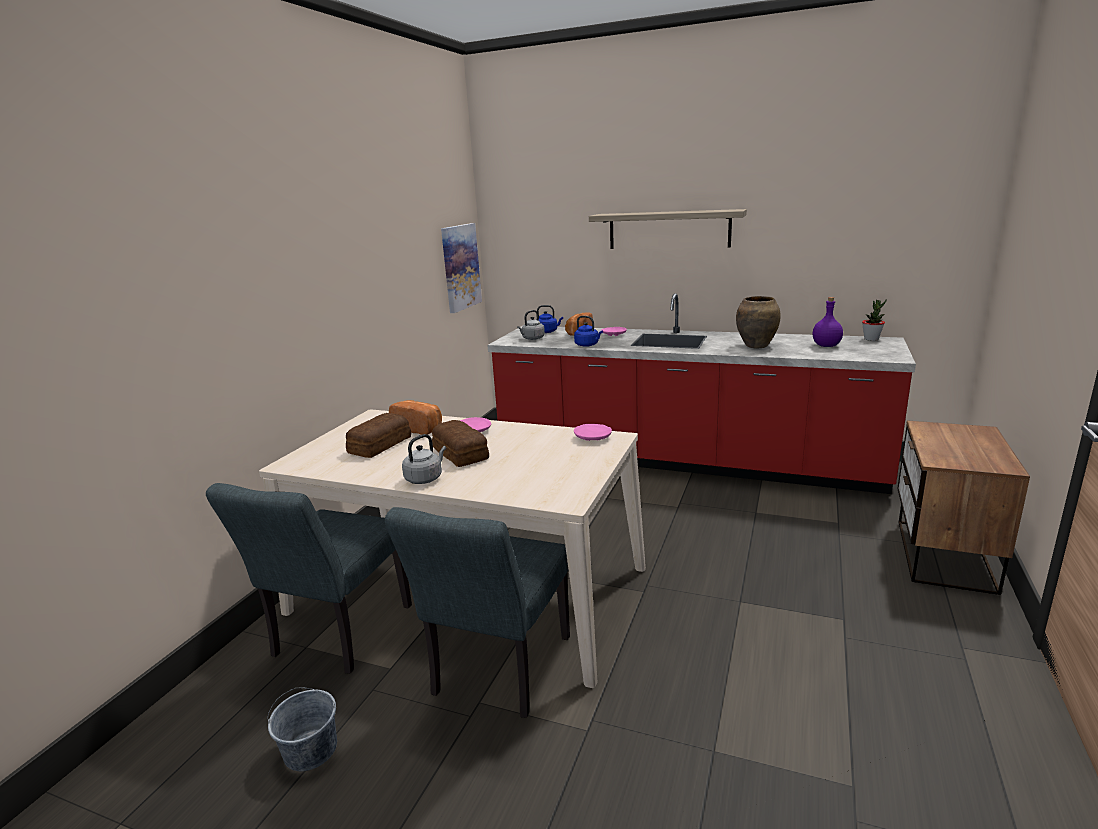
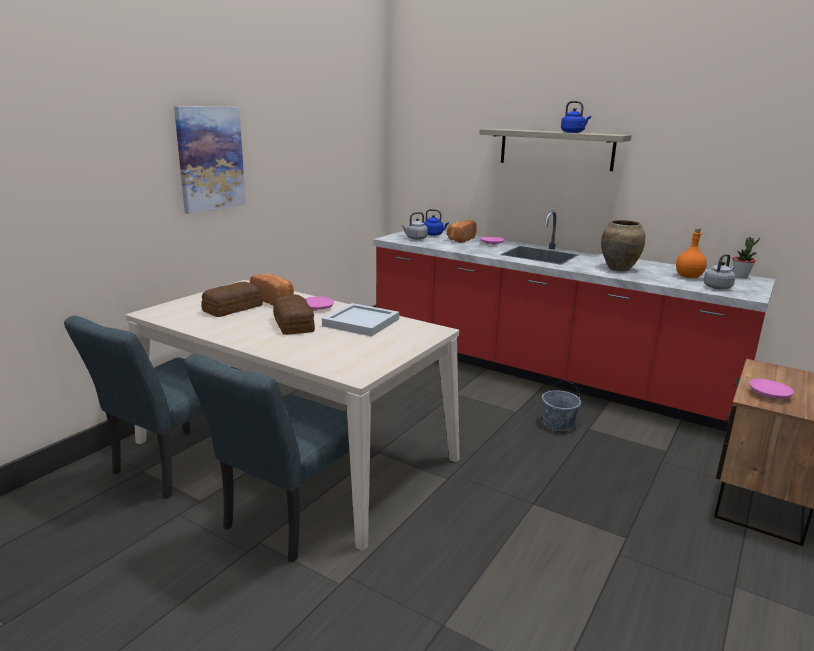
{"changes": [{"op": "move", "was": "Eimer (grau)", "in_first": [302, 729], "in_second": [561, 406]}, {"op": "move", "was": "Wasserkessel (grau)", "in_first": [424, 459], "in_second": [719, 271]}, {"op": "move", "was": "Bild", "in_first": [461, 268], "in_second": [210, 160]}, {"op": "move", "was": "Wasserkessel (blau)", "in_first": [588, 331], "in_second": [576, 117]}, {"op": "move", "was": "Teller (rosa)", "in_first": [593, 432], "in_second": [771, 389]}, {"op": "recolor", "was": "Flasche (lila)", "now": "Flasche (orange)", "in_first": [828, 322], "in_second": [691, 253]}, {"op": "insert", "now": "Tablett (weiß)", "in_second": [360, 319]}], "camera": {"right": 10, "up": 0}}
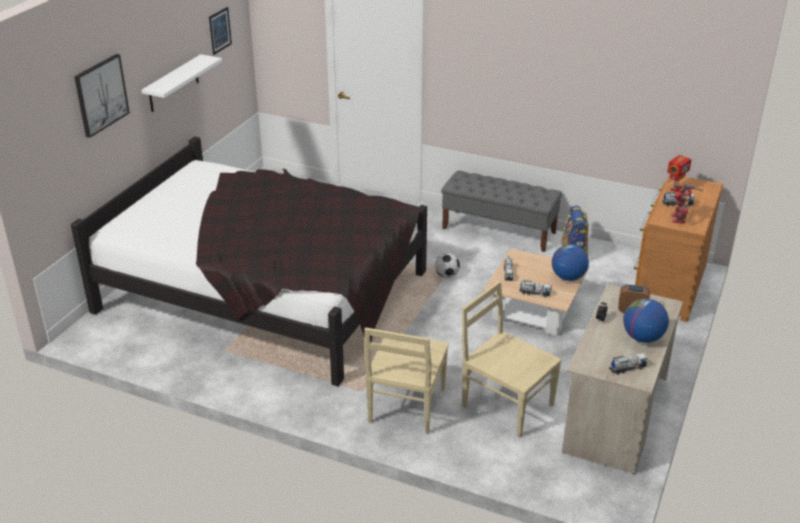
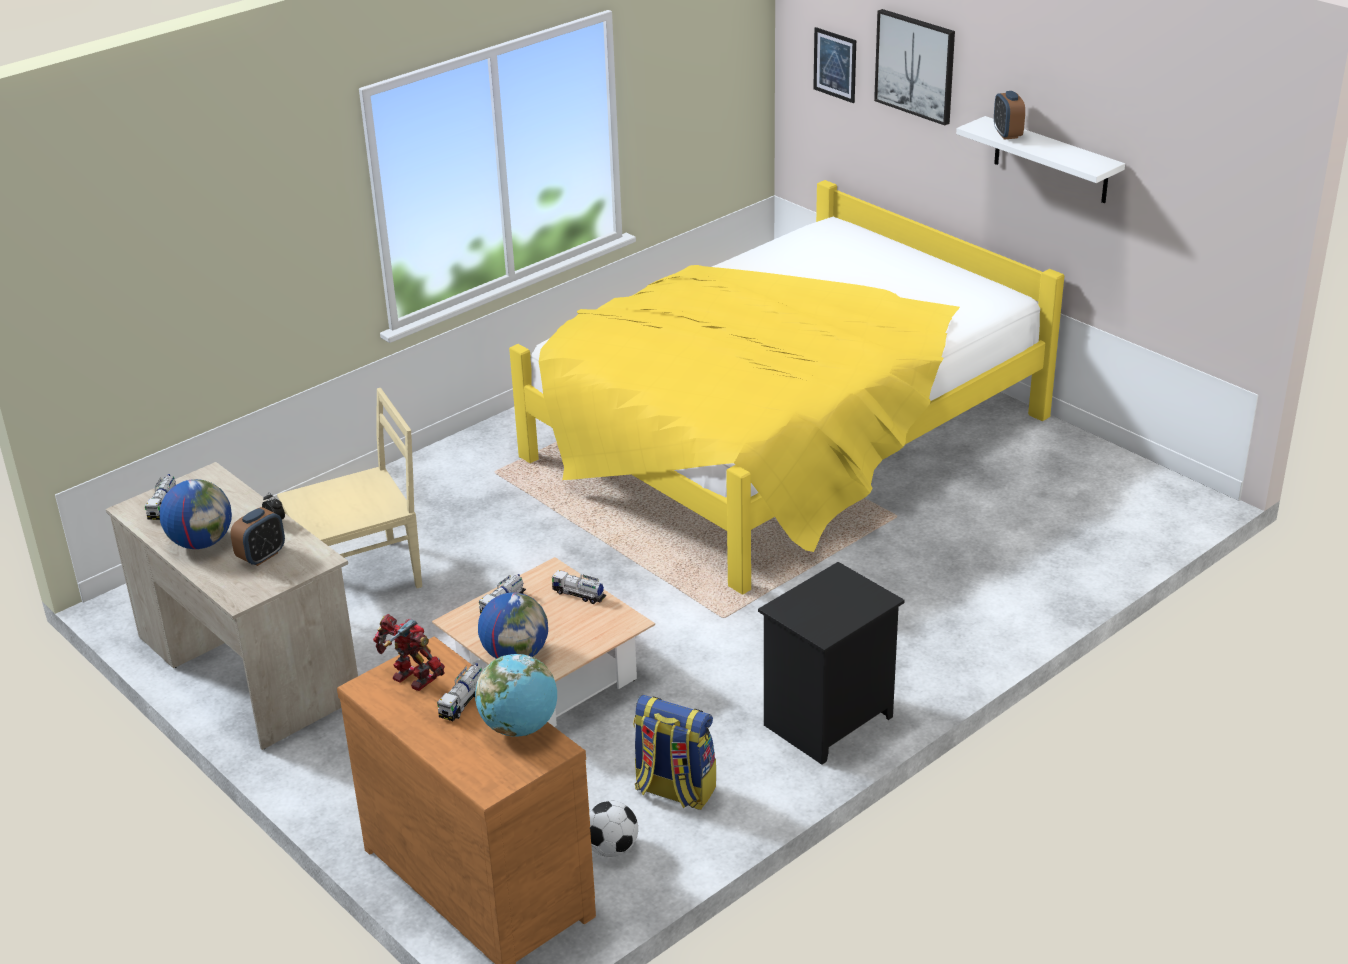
{"changes": [{"op": "recolor", "was": "Bett (schwarz)", "now": "Bett (gelb)", "in_first": [249, 261], "in_second": [786, 387]}, {"op": "move", "was": "Bild", "in_first": [220, 31], "in_second": [834, 65]}, {"op": "delete", "was": "Stuhl (beige)", "in_first": [406, 381]}, {"op": "move", "was": "Fußball", "in_first": [447, 265], "in_second": [613, 829]}, {"op": "replace", "was": "Bank (grau)", "now": "Nachttisch (schwarz)", "in_first": [501, 211], "in_second": [831, 663]}, {"op": "replace", "was": "Spielzeugroboter", "now": "Globus", "in_first": [679, 173], "in_second": [516, 695]}, {"op": "insert", "now": "Wecker", "in_second": [1009, 115]}], "camera": {"right": 115, "up": 0}}
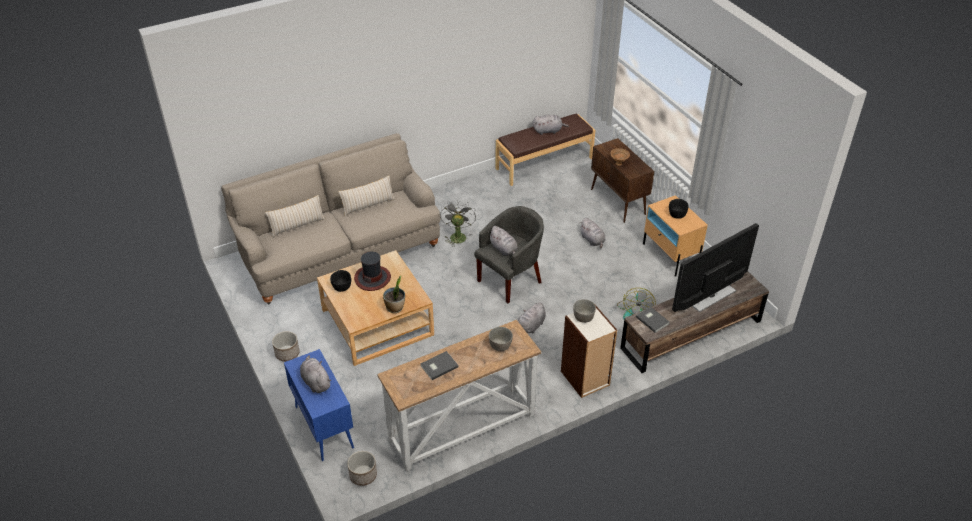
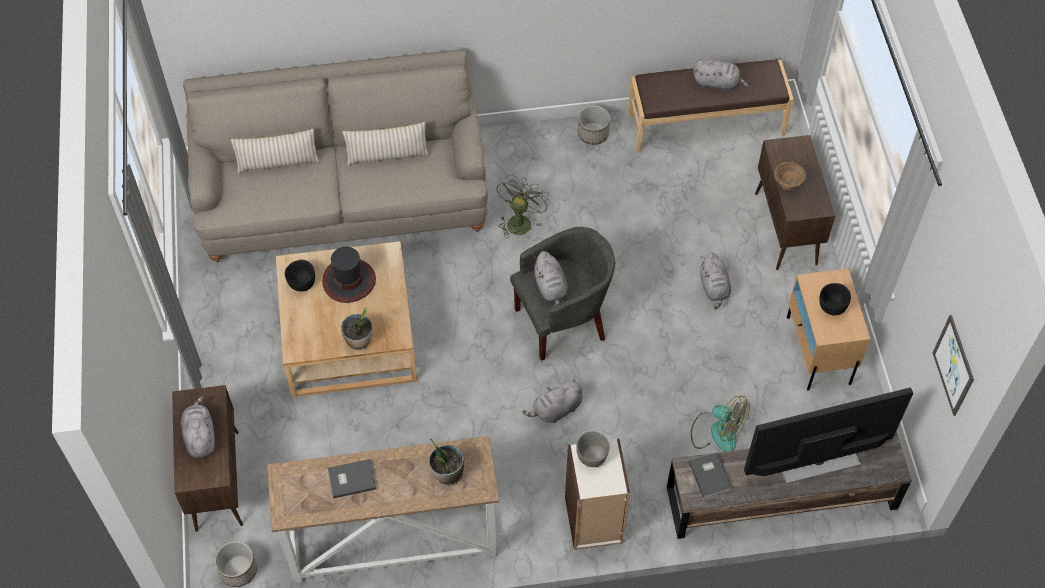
{"changes": [{"op": "move", "was": "Pflanzkübel", "in_first": [286, 346], "in_second": [594, 125]}, {"op": "recolor", "was": "Schrank (blau)", "now": "Schrank (braun)", "in_first": [319, 405], "in_second": [207, 458]}, {"op": "replace", "was": "Schüssel (grau)", "now": "Topfpflanze", "in_first": [501, 339], "in_second": [446, 462]}, {"op": "rotate", "was": "Ventilator", "in_first": [636, 303], "in_second": [720, 424], "clockwise": -90}, {"op": "insert", "now": "Bild", "in_second": [953, 365]}], "camera": {"right": 20, "up": 15}}
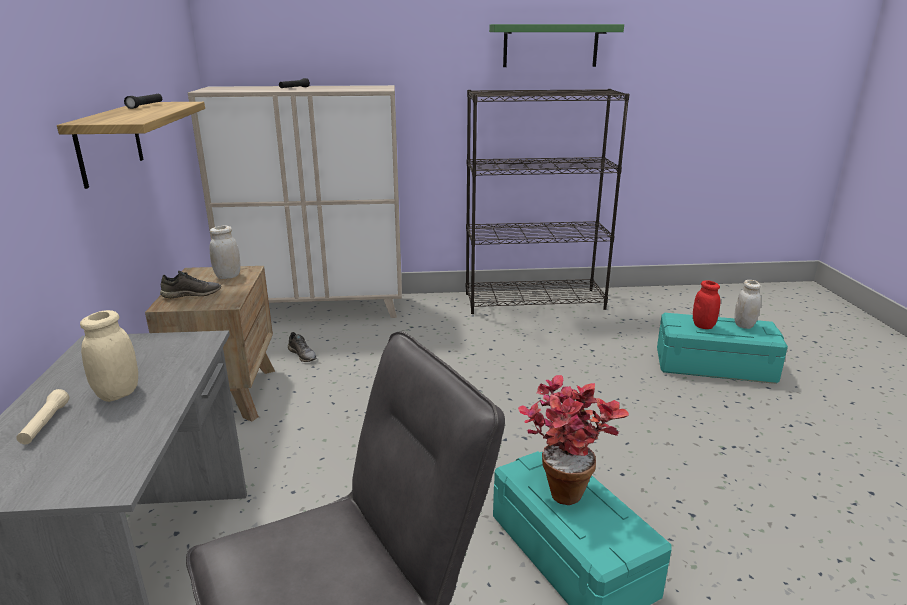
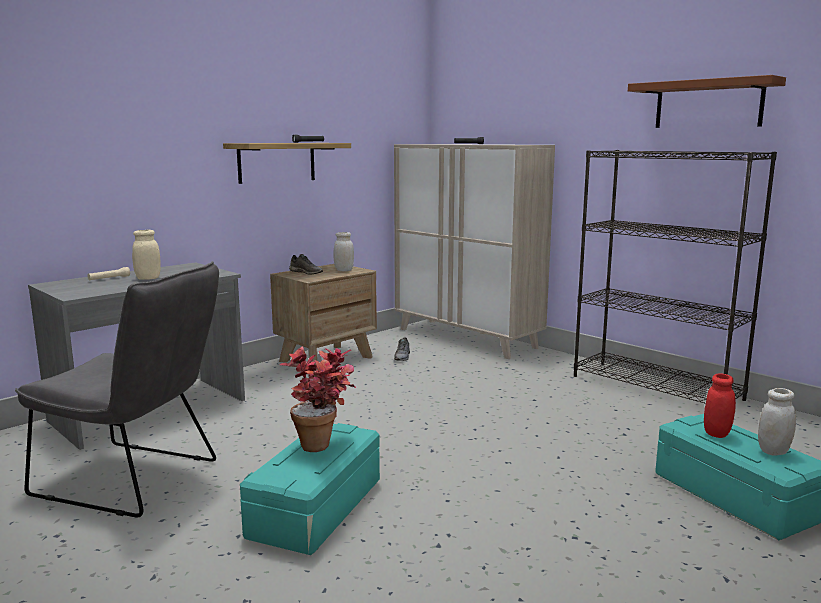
{"changes": [{"op": "recolor", "was": "Wandregal (grün)", "now": "Wandregal (braun)", "in_first": [556, 45], "in_second": [707, 101]}], "camera": {"right": 50, "up": -10}}
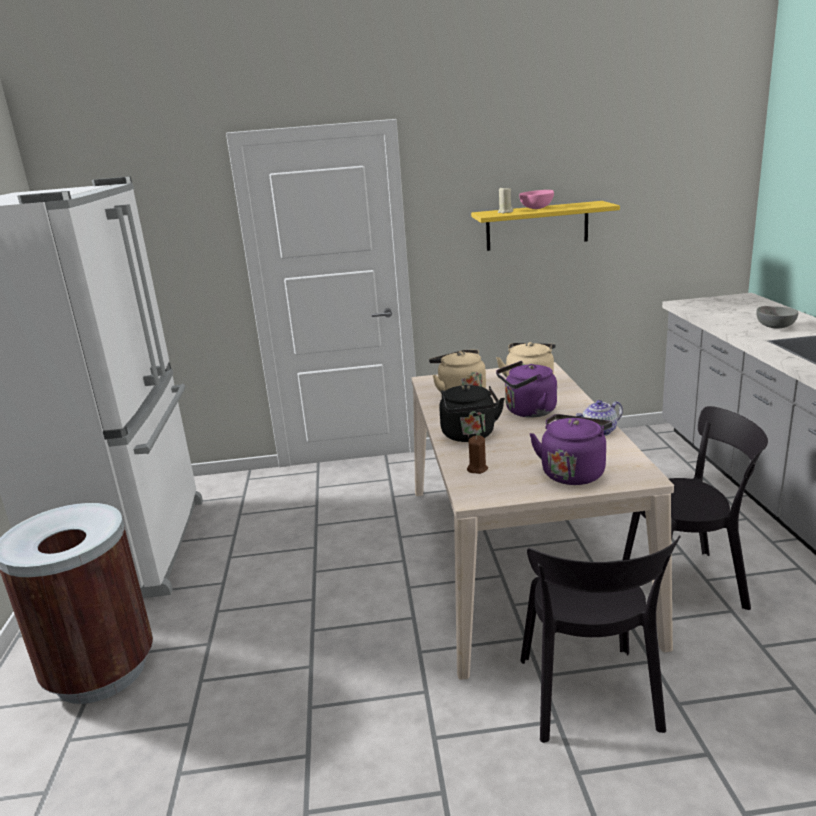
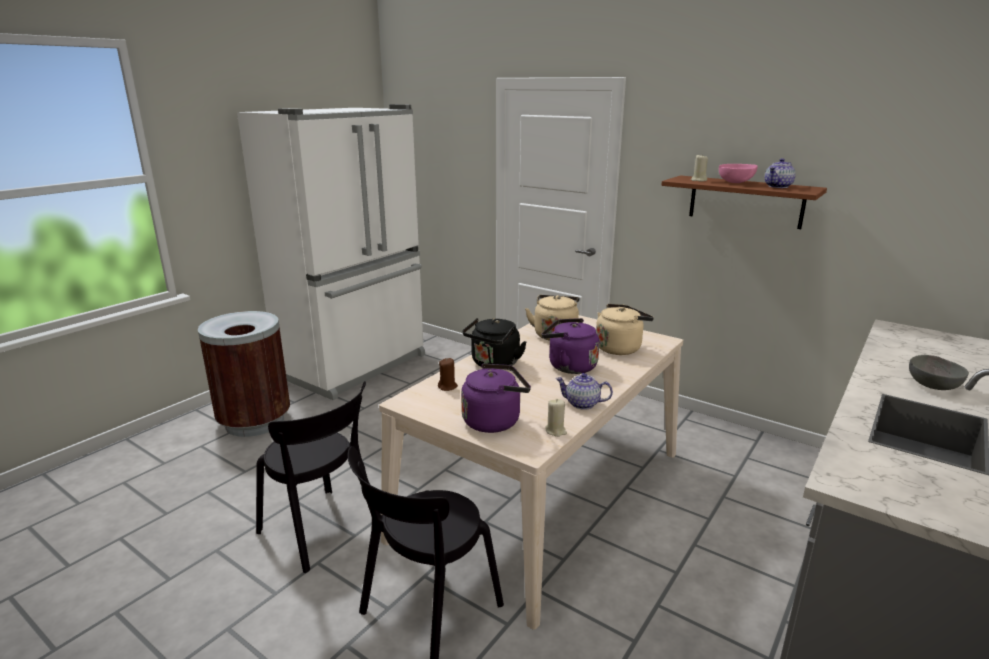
{"changes": [{"op": "recolor", "was": "Wandregal (gelb)", "now": "Wandregal (braun)", "in_first": [545, 226], "in_second": [744, 202]}, {"op": "move", "was": "Stuhl (schwarz)", "in_first": [695, 508], "in_second": [313, 477]}, {"op": "insert", "now": "Kerze (beige)", "in_second": [556, 418]}, {"op": "insert", "now": "Teekanne", "in_second": [780, 173]}], "camera": {"right": 40, "up": 0}}
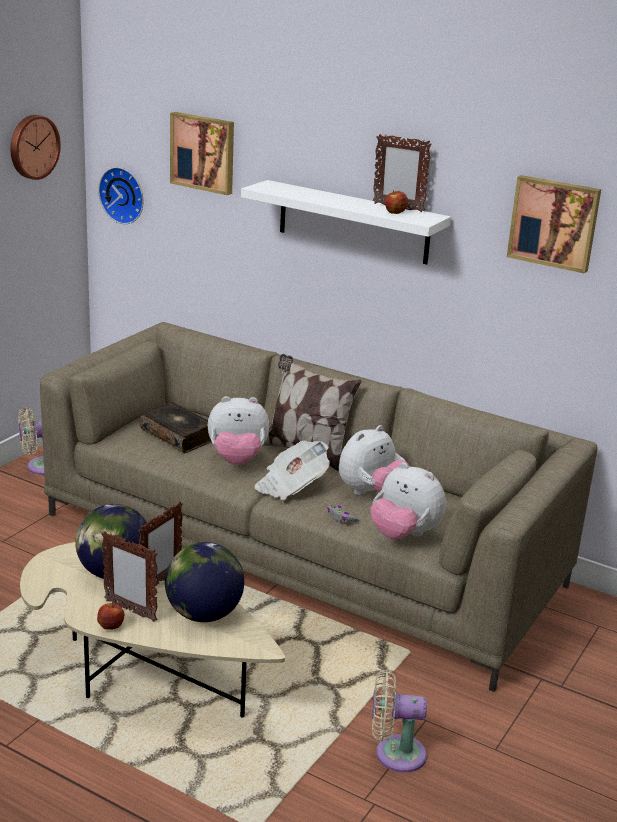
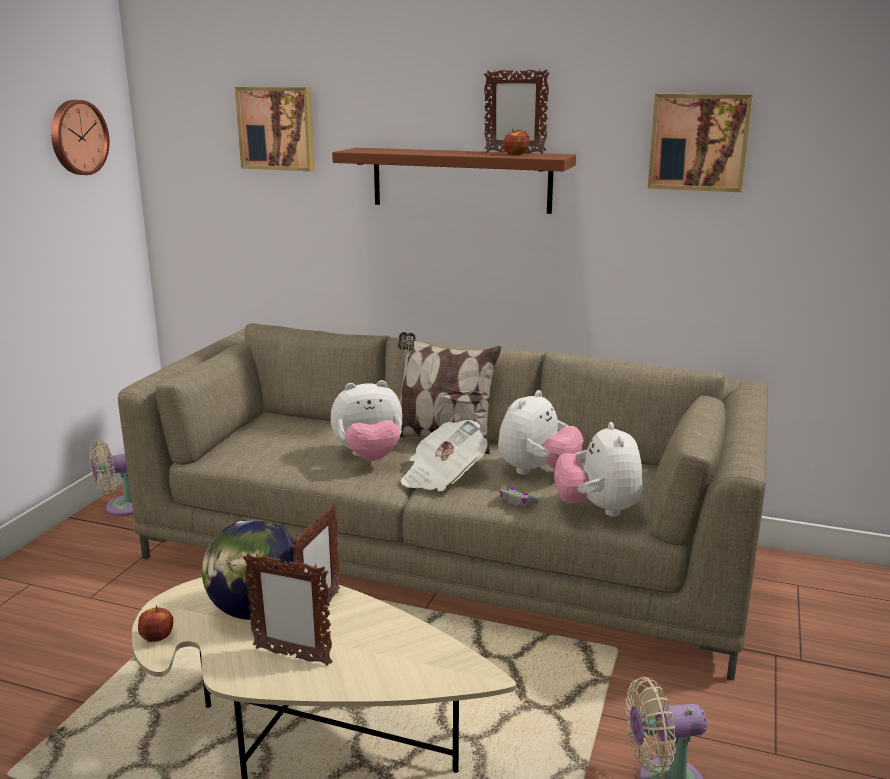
{"changes": [{"op": "move", "was": "Apfel", "in_first": [111, 616], "in_second": [155, 623]}, {"op": "delete", "was": "Wanduhr", "in_first": [121, 195]}, {"op": "delete", "was": "Buch", "in_first": [176, 427]}, {"op": "delete", "was": "Globus", "in_first": [204, 582]}, {"op": "recolor", "was": "Wandregal (weiß)", "now": "Wandregal (braun)", "in_first": [346, 222], "in_second": [454, 181]}, {"op": "rotate", "was": "Plüschtier", "in_first": [408, 501], "in_second": [598, 469], "clockwise": 60}], "camera": {"right": -10, "up": -5}}
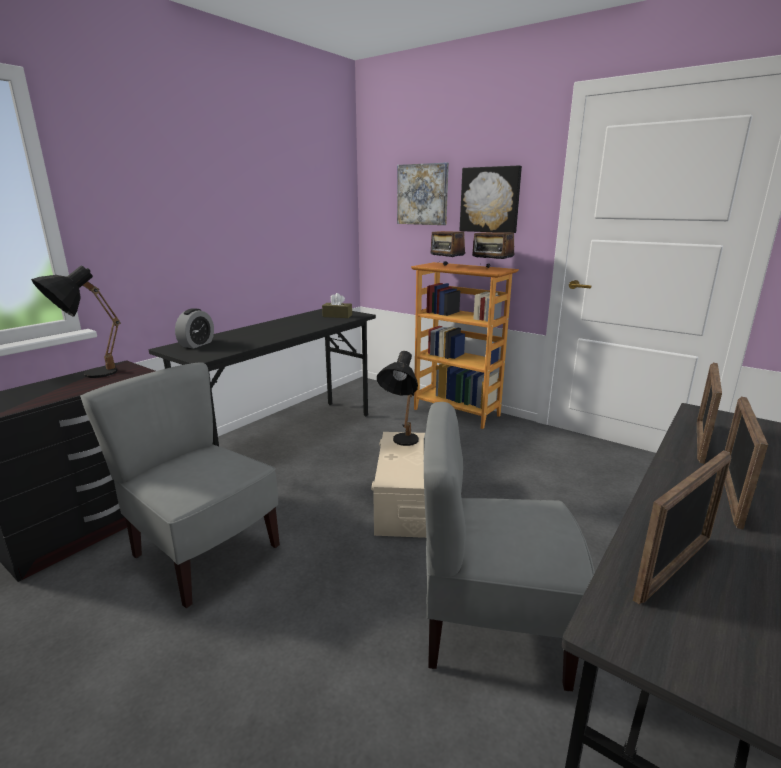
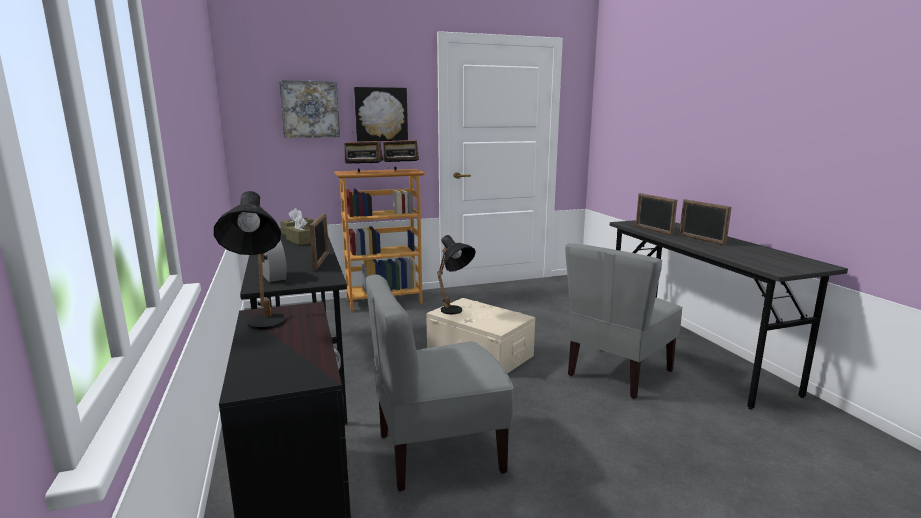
{"changes": [{"op": "move", "was": "Bilderrahmen", "in_first": [682, 528], "in_second": [319, 242]}, {"op": "insert", "now": "Taschentuchbox (braun)", "in_second": [298, 230]}], "camera": {"right": -55, "up": -5}}
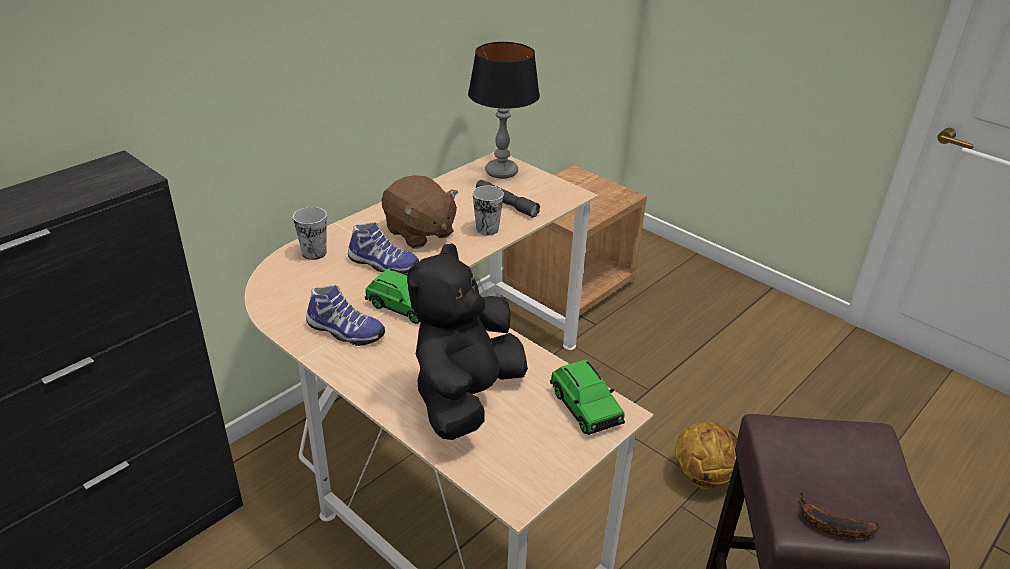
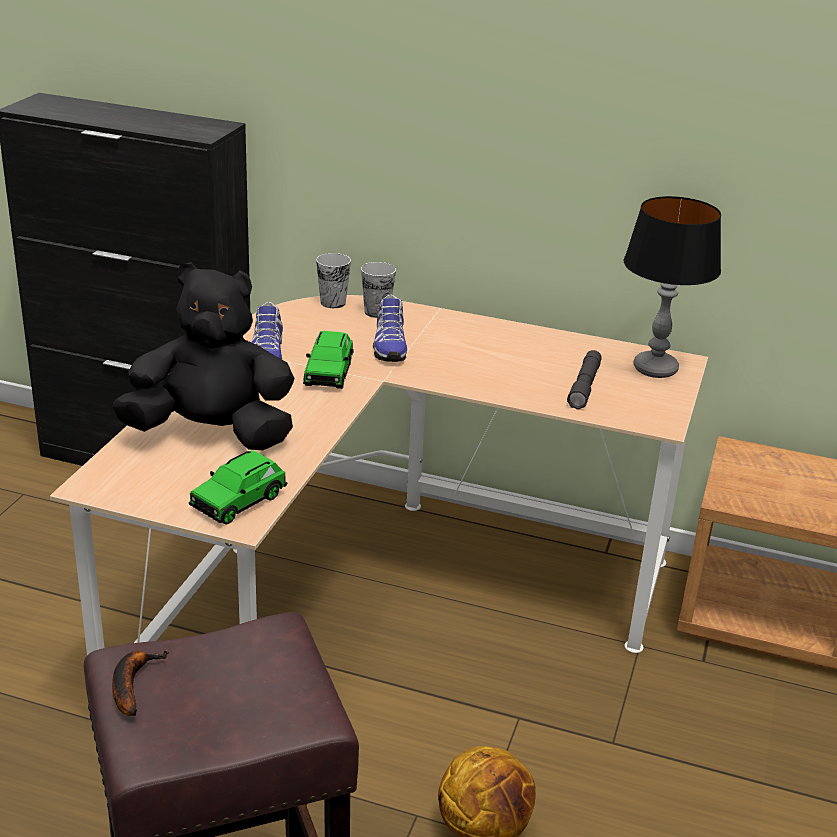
{"changes": [{"op": "delete", "was": "Plüschtier (braun)", "in_first": [420, 211]}, {"op": "move", "was": "Tasse", "in_first": [488, 211], "in_second": [333, 280]}], "camera": {"right": 65, "up": -5}}
